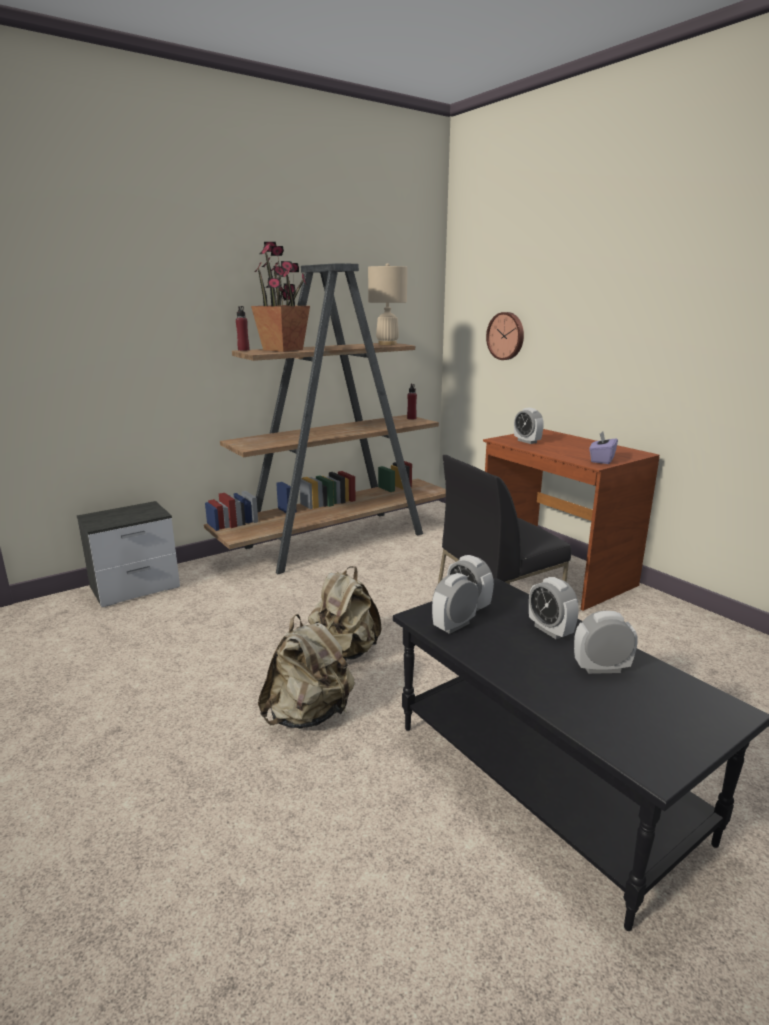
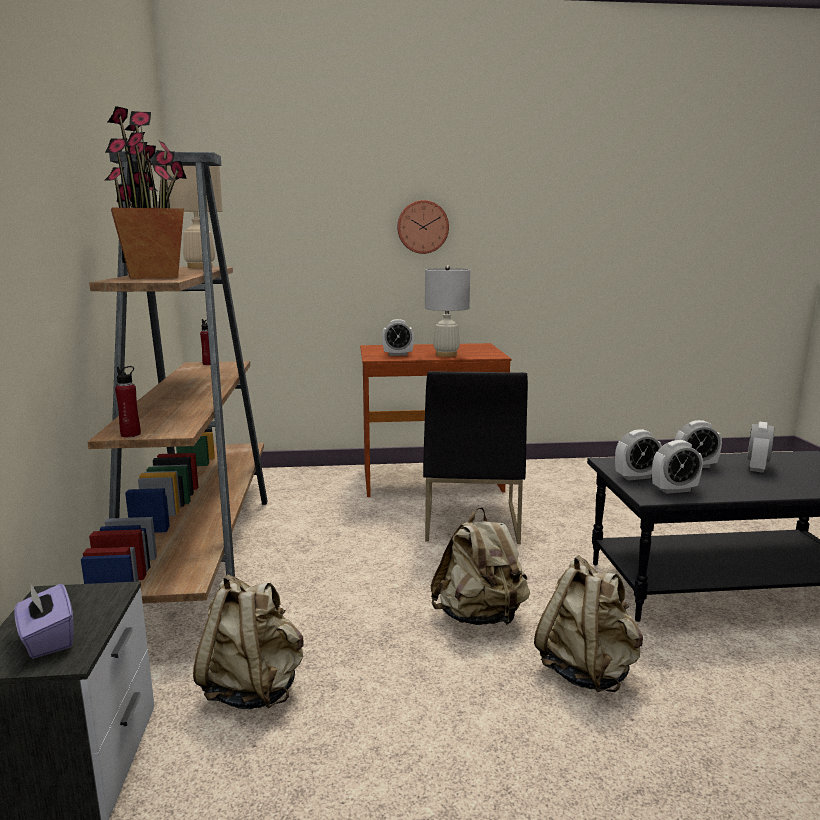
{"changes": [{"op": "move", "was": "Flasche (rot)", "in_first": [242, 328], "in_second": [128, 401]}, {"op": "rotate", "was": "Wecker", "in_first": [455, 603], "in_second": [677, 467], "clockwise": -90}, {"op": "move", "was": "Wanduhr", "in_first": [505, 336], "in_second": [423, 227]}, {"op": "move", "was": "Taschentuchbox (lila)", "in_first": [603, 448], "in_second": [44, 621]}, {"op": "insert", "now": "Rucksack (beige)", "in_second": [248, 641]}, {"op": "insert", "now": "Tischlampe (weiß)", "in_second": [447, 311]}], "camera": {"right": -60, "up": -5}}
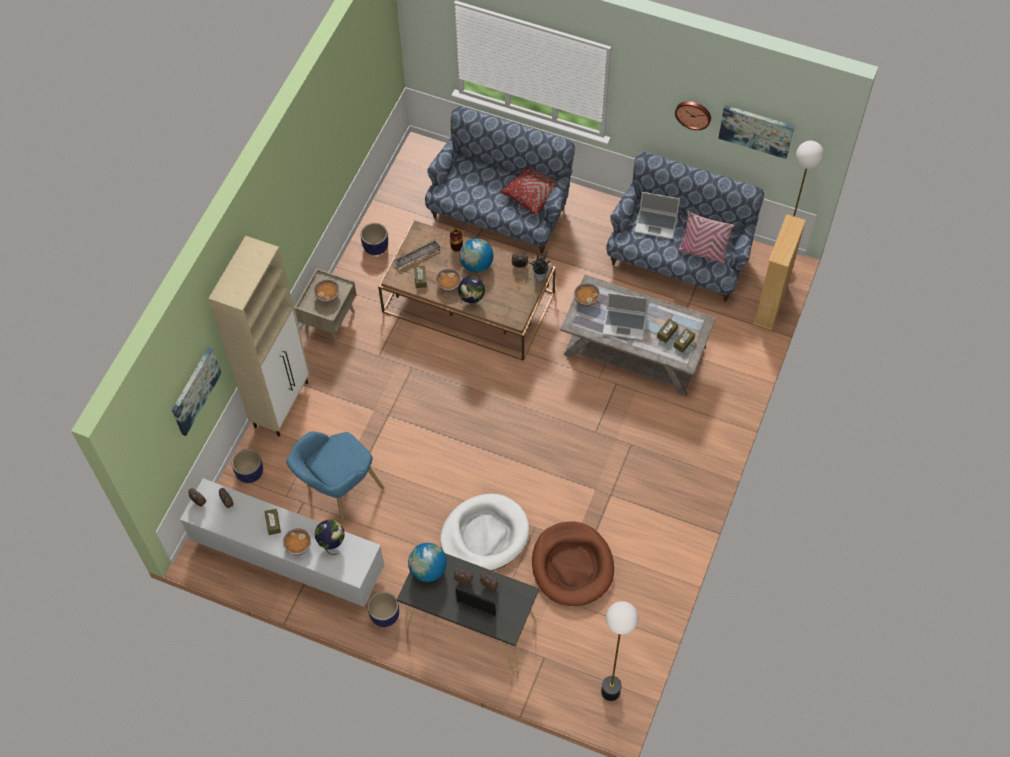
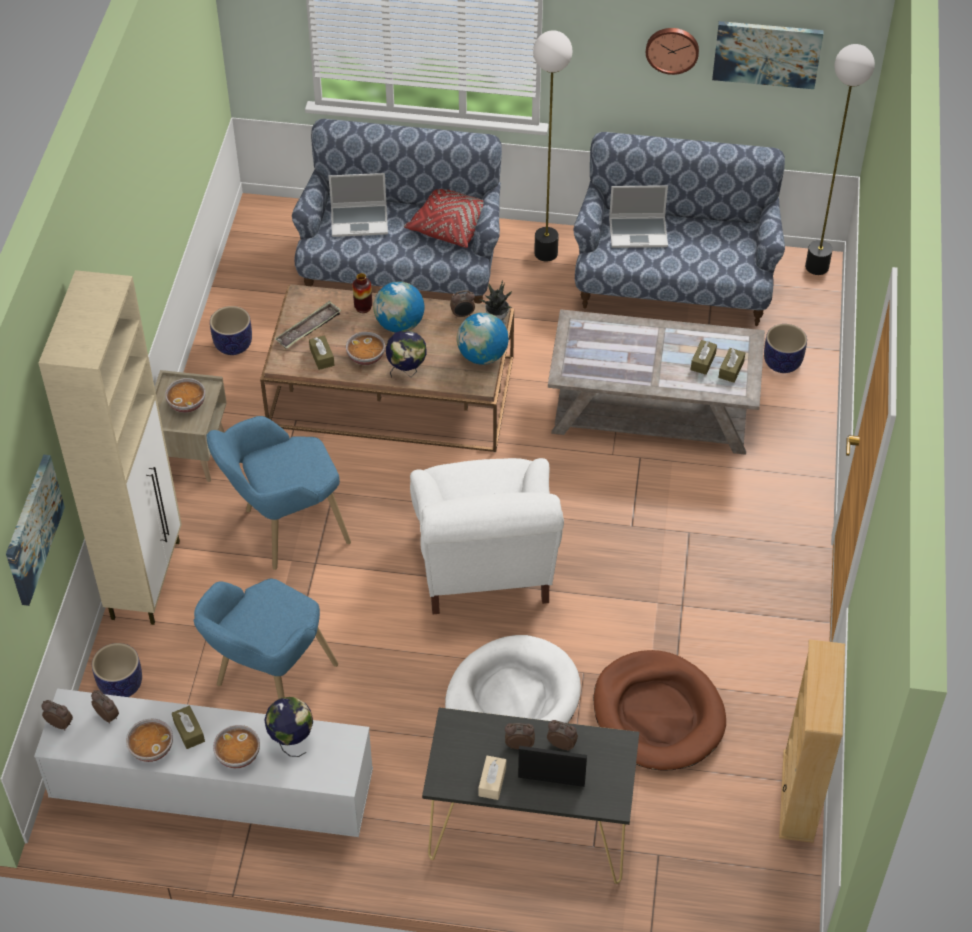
{"changes": [{"op": "move", "was": "Pflanzkübel", "in_first": [383, 609], "in_second": [785, 348]}, {"op": "move", "was": "Globus", "in_first": [427, 562], "in_second": [483, 339]}, {"op": "move", "was": "Schüssel", "in_first": [587, 295], "in_second": [149, 740]}, {"op": "move", "was": "Stehlampe", "in_first": [619, 651], "in_second": [552, 145]}, {"op": "move", "was": "Laptop", "in_first": [626, 316], "in_second": [358, 205]}, {"op": "delete", "was": "Kissen (rosa)", "in_first": [706, 237]}, {"op": "move", "was": "Bücherregal (beige)", "in_first": [779, 272], "in_second": [812, 741]}, {"op": "insert", "now": "Sessel (blau)", "in_second": [278, 493]}, {"op": "insert", "now": "Sessel (weiß)", "in_second": [487, 536]}, {"op": "insert", "now": "Taschentuchbox (beige)", "in_second": [492, 778]}], "camera": {"right": -15, "up": -10}}
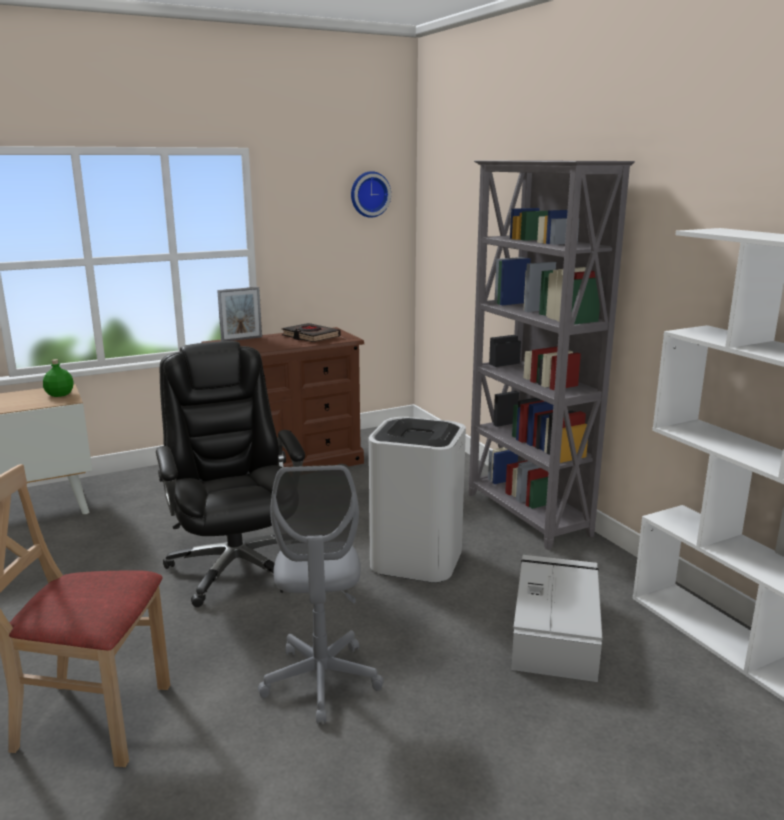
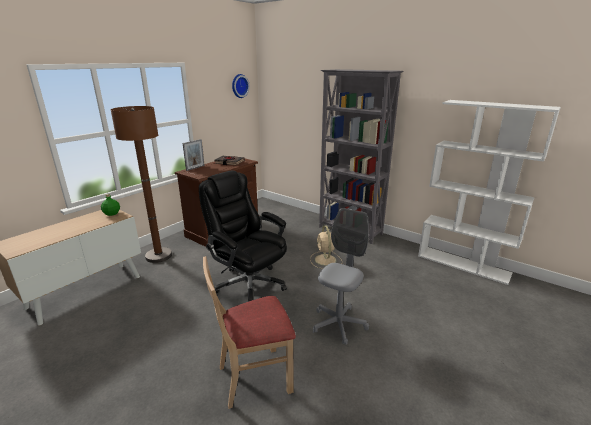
{"changes": [{"op": "rotate", "was": "Bürostuhl (grau)", "in_first": [321, 594], "in_second": [341, 276], "clockwise": -120}, {"op": "replace", "was": "Mülleimer (weiß)", "now": "Ventilator (beige)", "in_first": [417, 500], "in_second": [326, 247]}, {"op": "delete", "was": "Aufbewahrungsbox (grau)", "in_first": [557, 618]}, {"op": "insert", "now": "Stehlampe (braun)", "in_second": [141, 184]}], "camera": {"right": -25, "up": 5}}
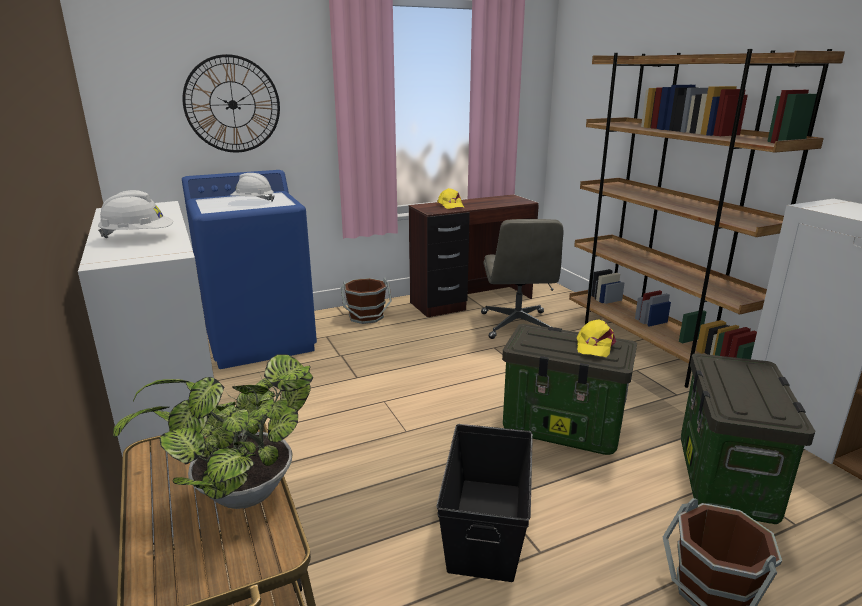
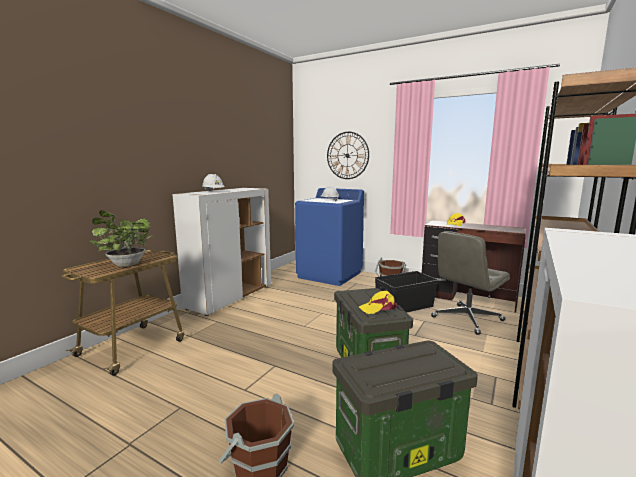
{"changes": [{"op": "move", "was": "Aufbewahrungsbox (schwarz)", "in_first": [485, 503], "in_second": [406, 292]}], "camera": {"right": 55, "up": -10}}
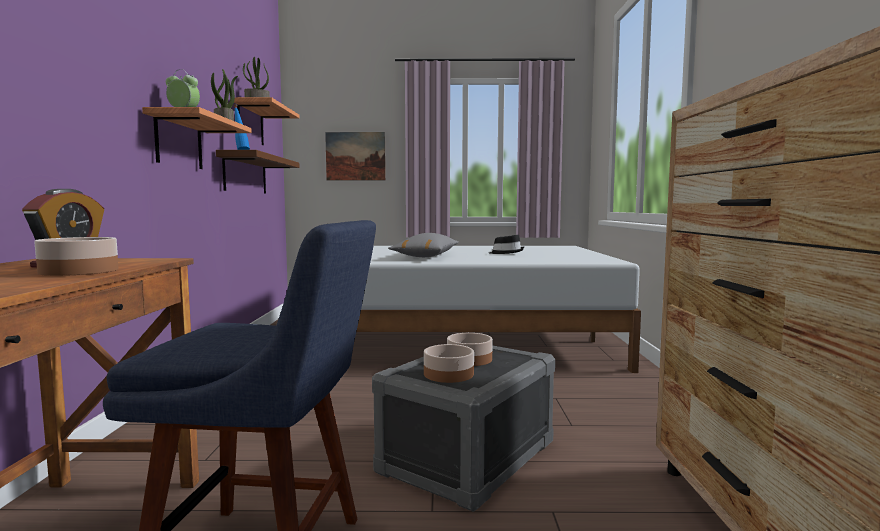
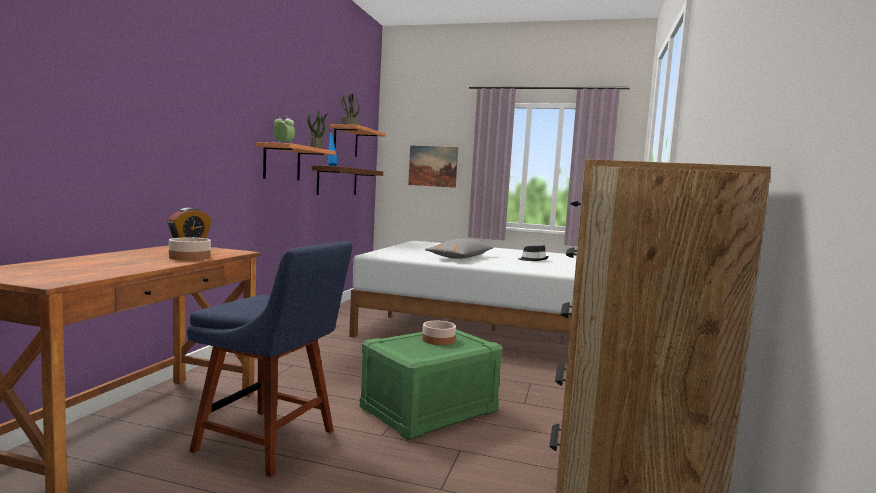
{"changes": [{"op": "recolor", "was": "Aufbewahrungsbox (grau)", "now": "Aufbewahrungsbox (grün)", "in_first": [463, 429], "in_second": [431, 384]}, {"op": "delete", "was": "Schüssel", "in_first": [449, 363]}], "camera": {"right": 15, "up": 0}}
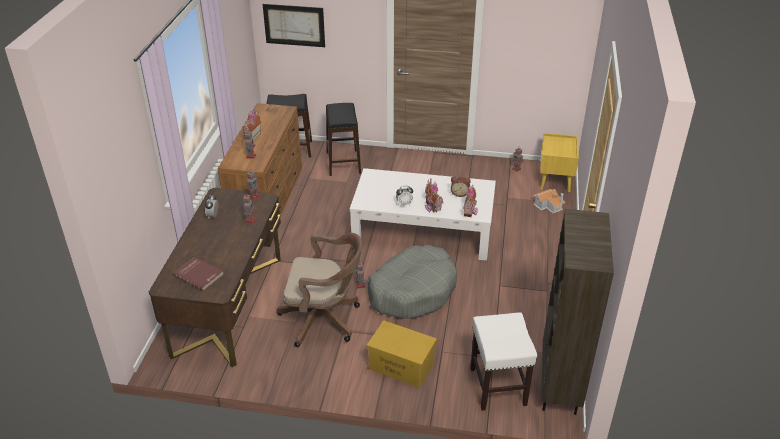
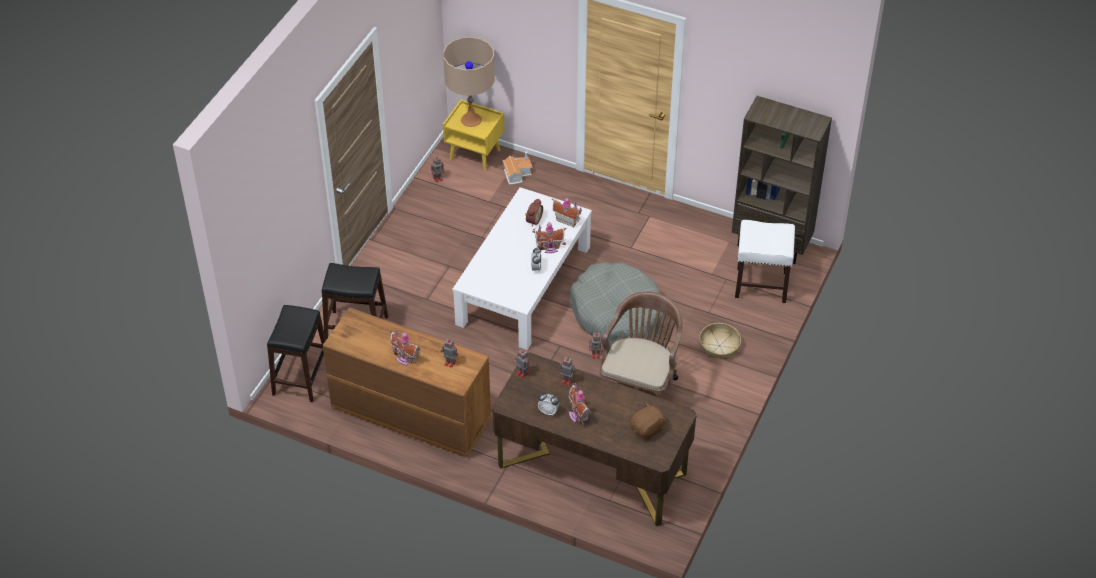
{"changes": [{"op": "replace", "was": "Buch (rot)", "now": "Plüschtier (braun)", "in_first": [198, 274], "in_second": [648, 421]}, {"op": "delete", "was": "Bild", "in_first": [294, 25]}, {"op": "replace", "was": "Aufbewahrungsbox (gelb)", "now": "Korb", "in_first": [402, 354], "in_second": [720, 341]}, {"op": "insert", "now": "Tischlampe (beige)", "in_second": [469, 82]}, {"op": "insert", "now": "Spielzeughaus", "in_second": [580, 403]}], "camera": {"right": -75, "up": 10}}
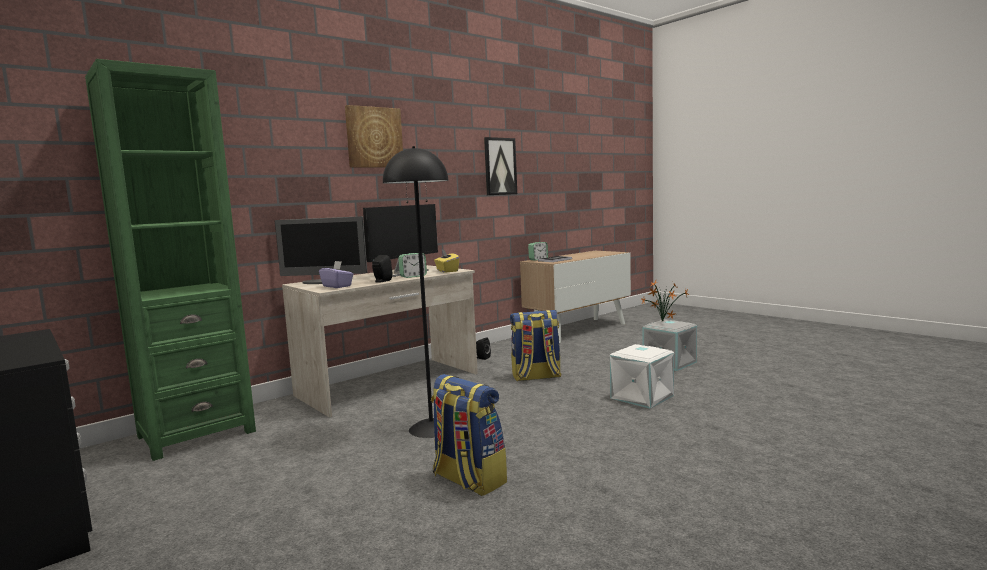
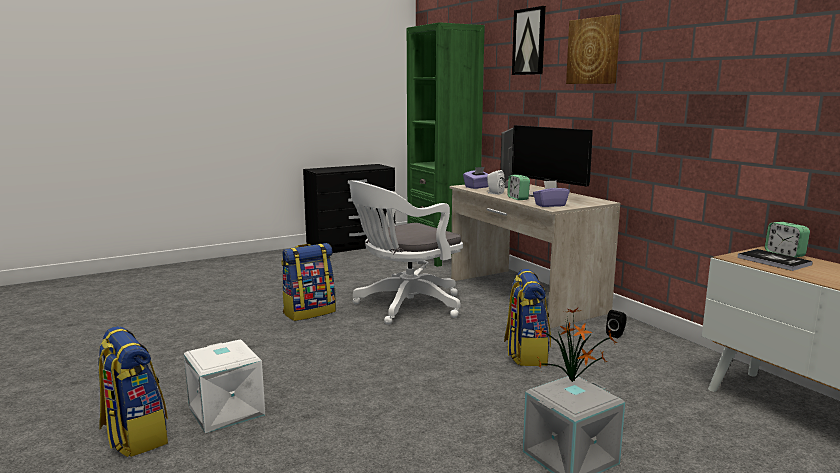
{"changes": [{"op": "recolor", "was": "Lautsprecher (schwarz)", "now": "Lautsprecher (weiß)", "in_first": [382, 269], "in_second": [496, 182]}, {"op": "replace", "was": "Stehlampe (schwarz)", "now": "Bürostuhl (weiß)", "in_first": [415, 292], "in_second": [406, 252]}, {"op": "recolor", "was": "Taschentuchbox (gelb)", "now": "Taschentuchbox (lila)", "in_first": [446, 261], "in_second": [551, 193]}, {"op": "move", "was": "Bild", "in_first": [500, 166], "in_second": [529, 40]}, {"op": "move", "was": "Aufbewahrungsbox (weiß)", "in_first": [642, 376], "in_second": [224, 386]}, {"op": "insert", "now": "Rucksack", "in_second": [133, 391]}], "camera": {"right": 100, "up": 5}}
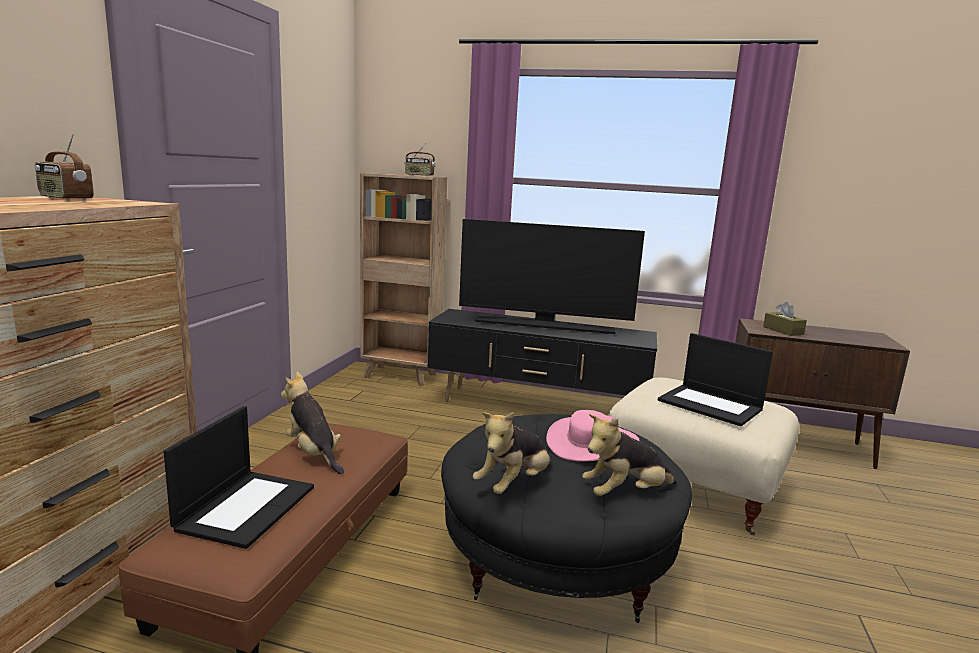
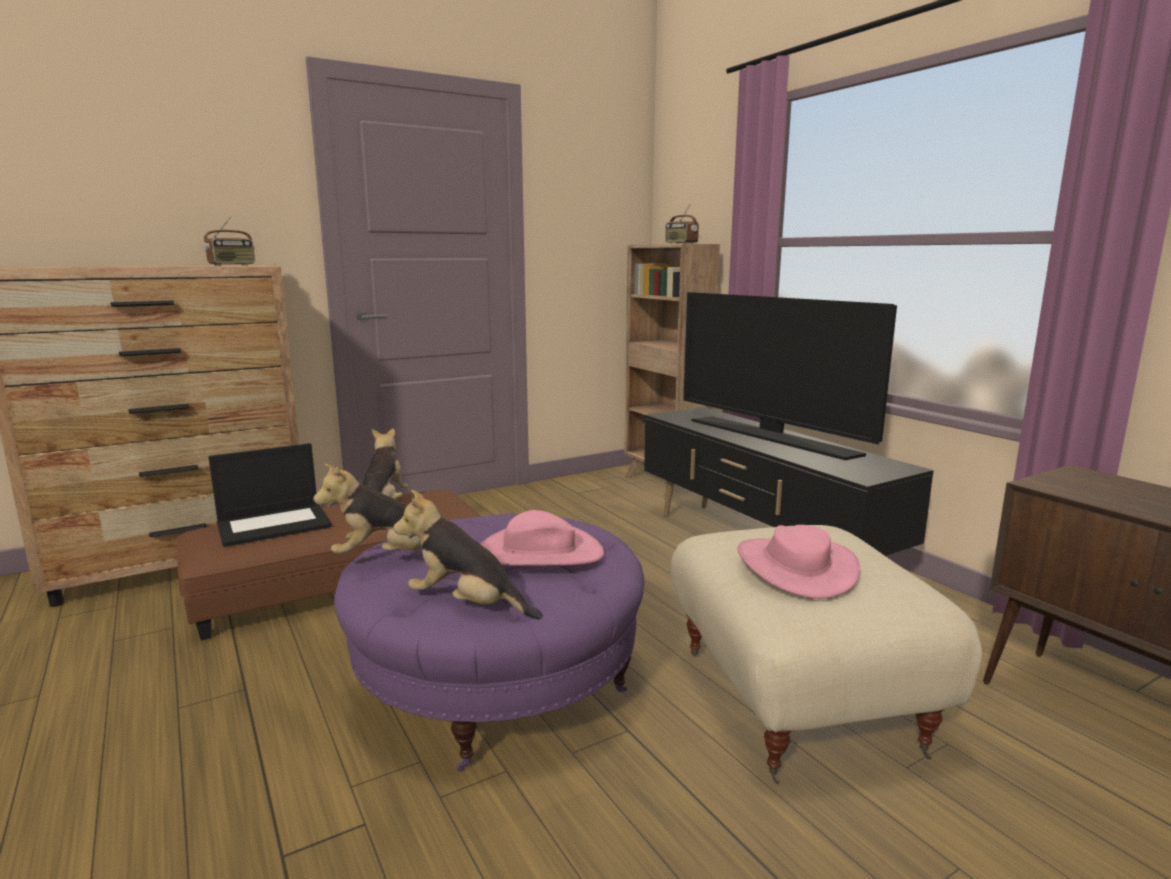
{"changes": [{"op": "rotate", "was": "Radio", "in_first": [64, 166], "in_second": [229, 241], "clockwise": -120}, {"op": "recolor", "was": "Polsterhocker (schwarz)", "now": "Polsterhocker (lila)", "in_first": [566, 518], "in_second": [489, 643]}, {"op": "replace", "was": "Laptop", "now": "Hut (rosa)", "in_first": [715, 379], "in_second": [799, 562]}, {"op": "delete", "was": "Taschentuchbox (braun)", "in_first": [785, 319]}], "camera": {"right": 45, "up": 0}}
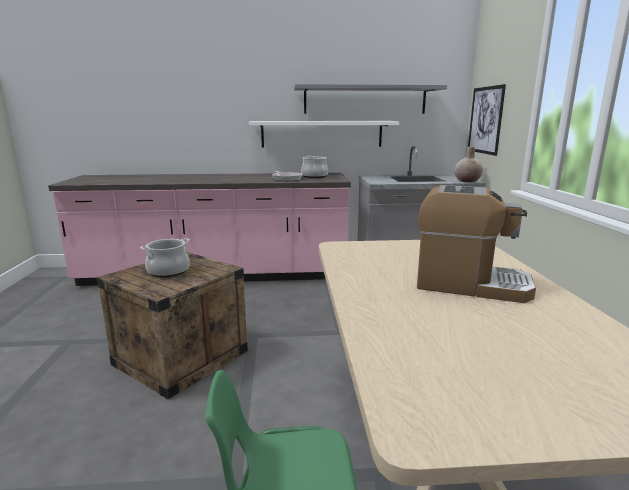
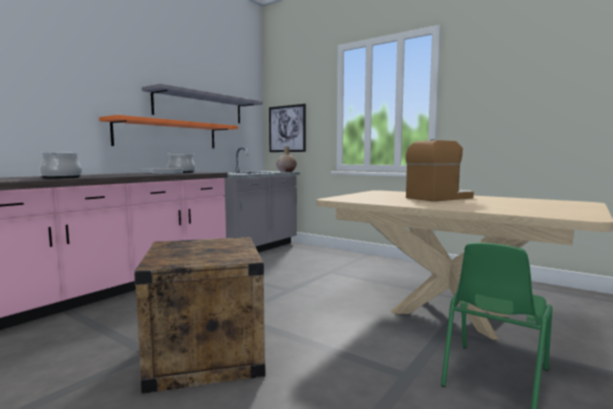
{"changes": [{"op": "move", "was": "Kochtopf", "in_first": [165, 257], "in_second": [60, 165]}, {"op": "recolor", "was": "Wandregal (weiß)", "now": "Wandregal (orange)", "in_first": [324, 134], "in_second": [168, 132]}], "camera": {"right": -50, "up": -10}}
